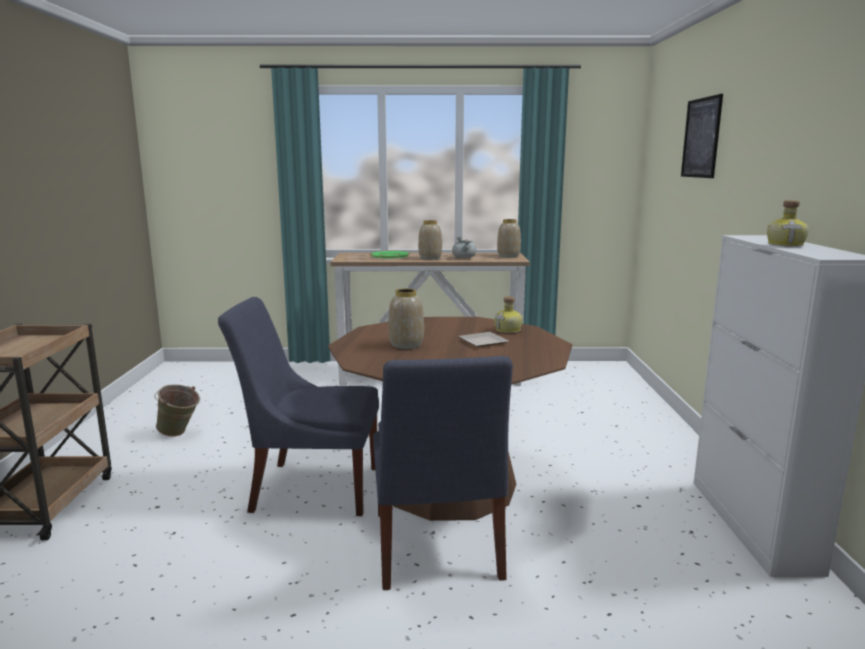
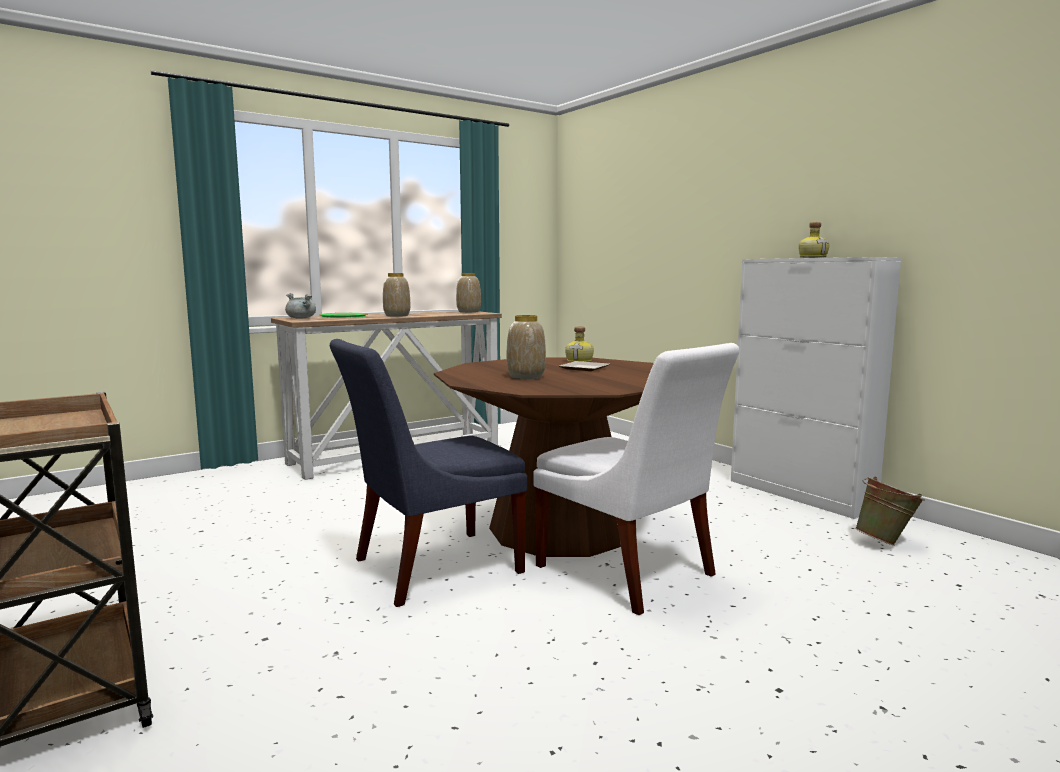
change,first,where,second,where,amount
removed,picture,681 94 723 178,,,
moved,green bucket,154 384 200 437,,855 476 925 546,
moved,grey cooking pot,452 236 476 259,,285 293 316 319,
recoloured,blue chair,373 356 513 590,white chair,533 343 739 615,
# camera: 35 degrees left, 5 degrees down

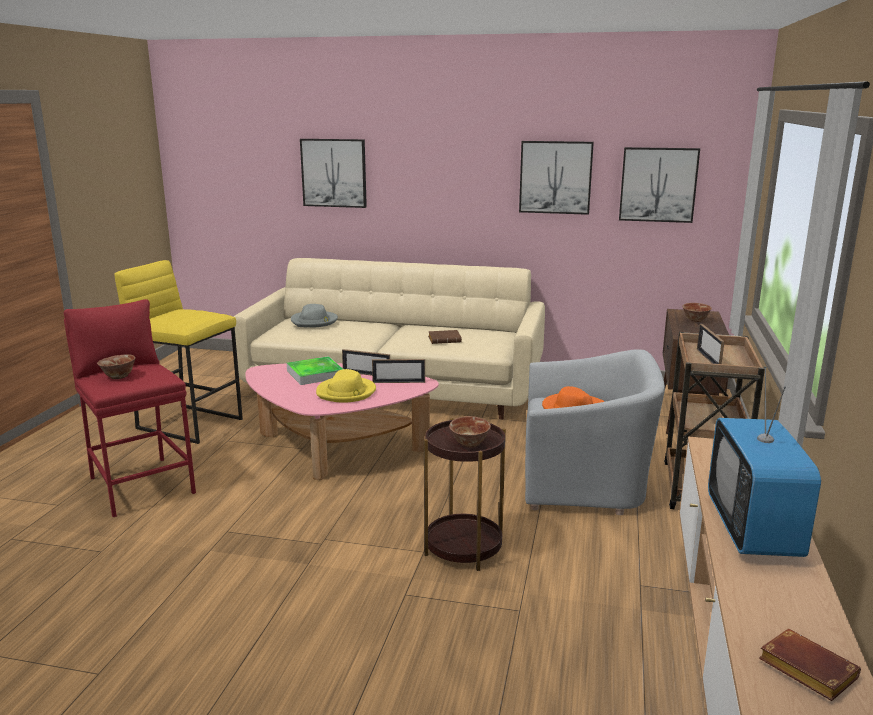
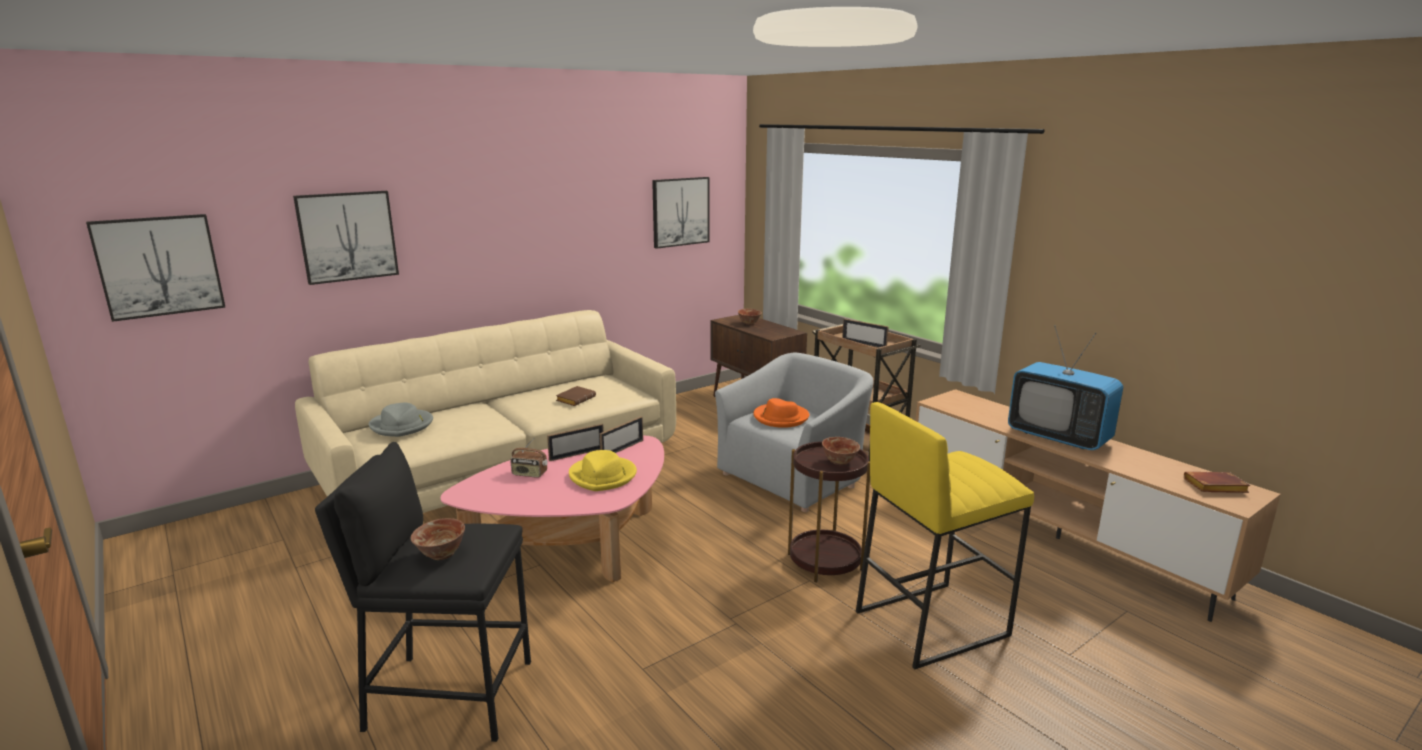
change,first,where,second,where,amount
moved,yellow stool,114 260 243 444,,856 402 1034 669,
moved,picture,519 141 594 215,,86 214 226 322,
replaced,tray,287 356 343 385,radio,510 437 548 478,
recoloured,red stool,64 299 196 517,black stool,315 442 531 742,
# camera: 50 degrees left, 0 degrees up

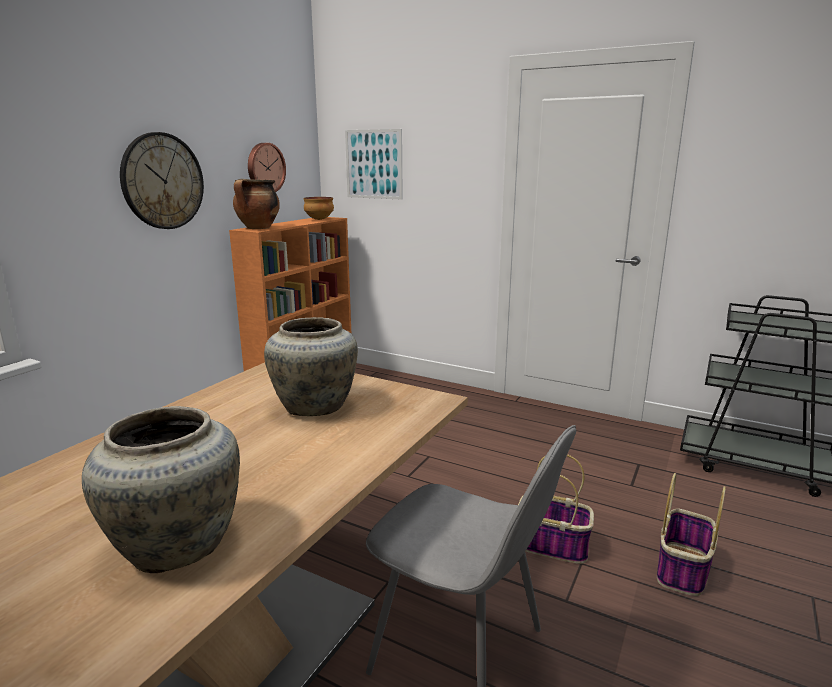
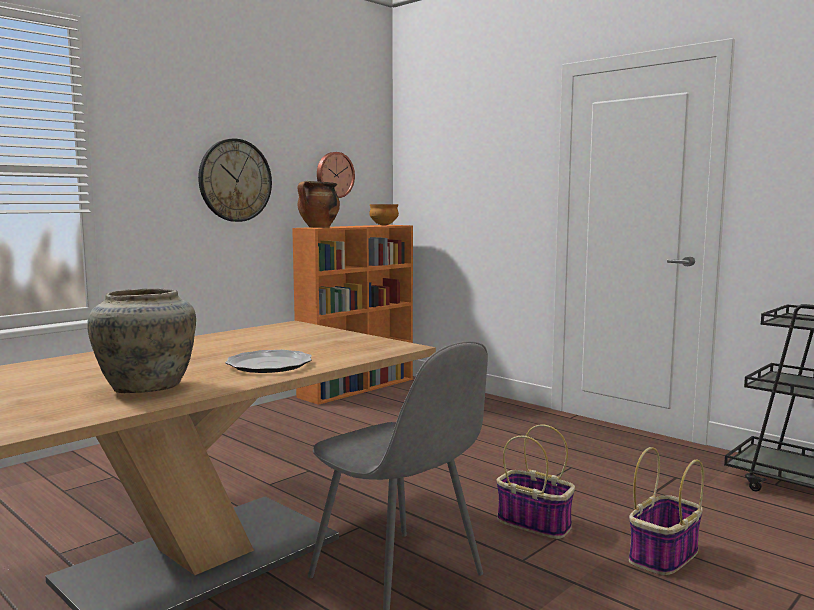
change,first,where,second,where,amount
removed,beige vase,264 317 358 416,,,
removed,picture,345 129 403 200,,,
added,,,plate,225 350 312 373,
# camera: 15 degrees right, 10 degrees down

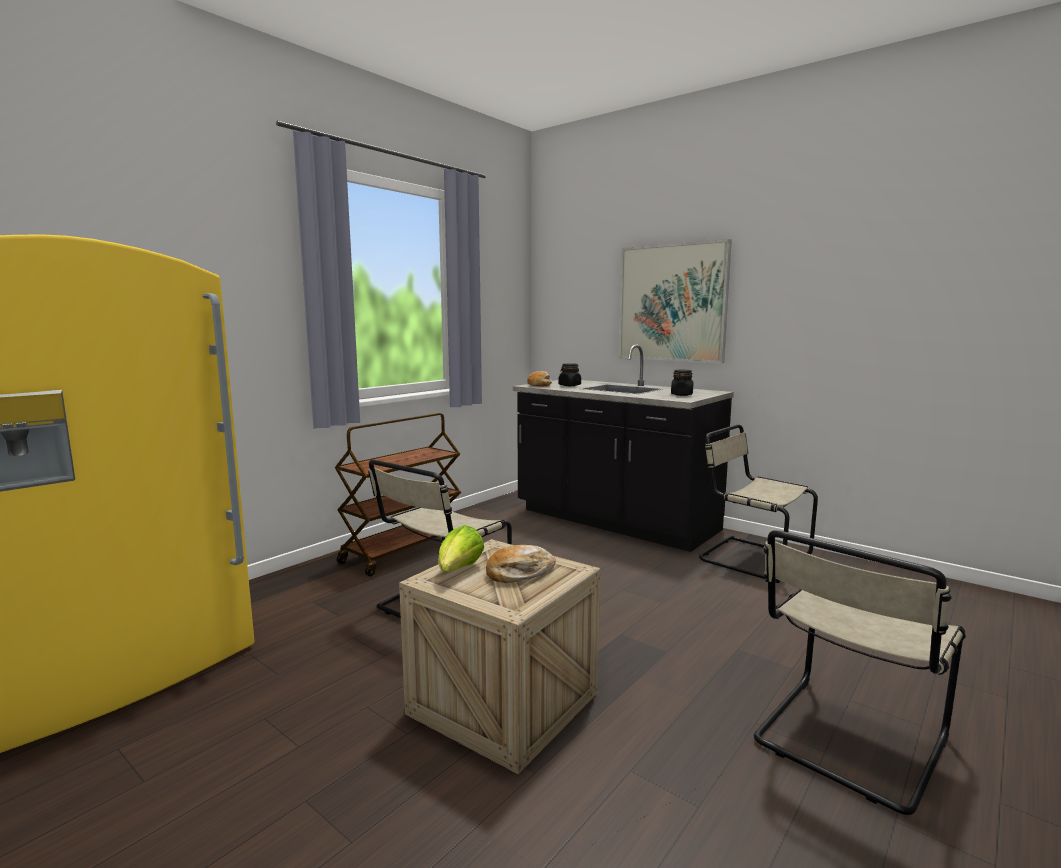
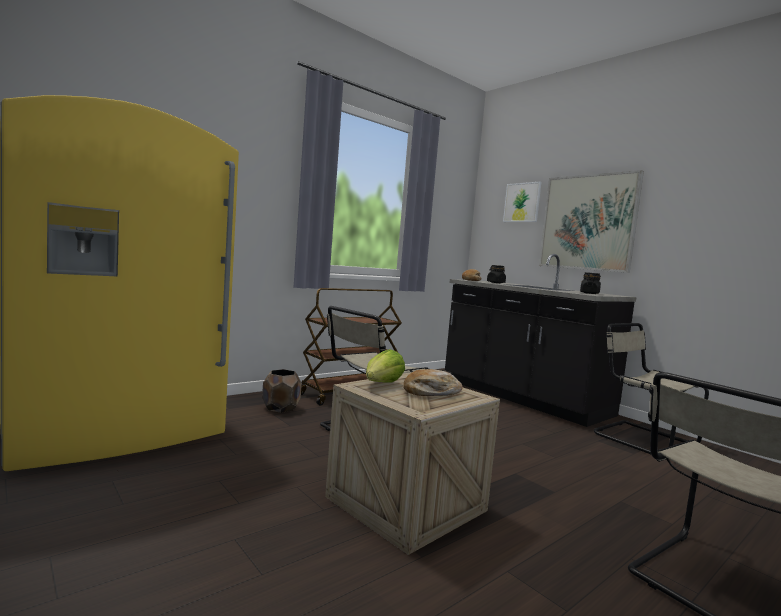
change,first,where,second,where,amount
added,,,brown planter,262 369 302 413,
added,,,picture,503 182 541 222,
# camera: 10 degrees right, 5 degrees down

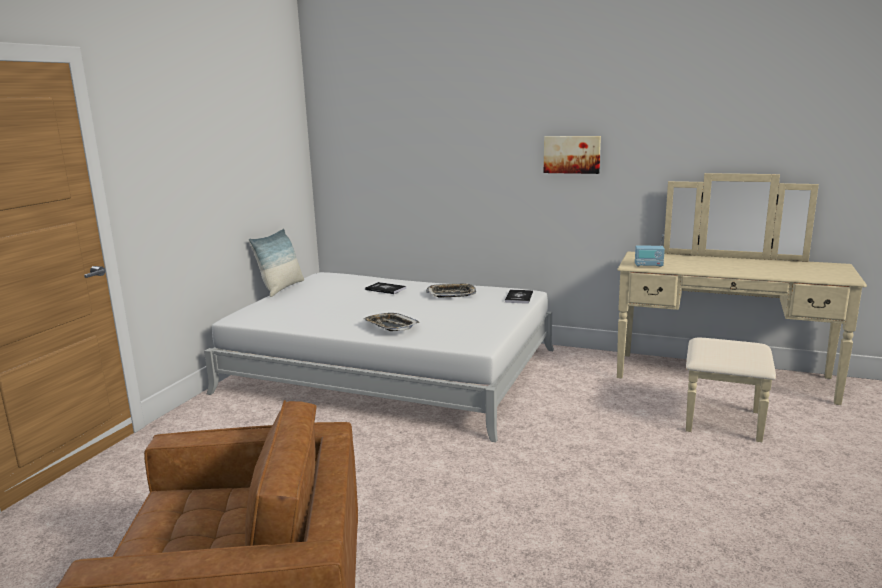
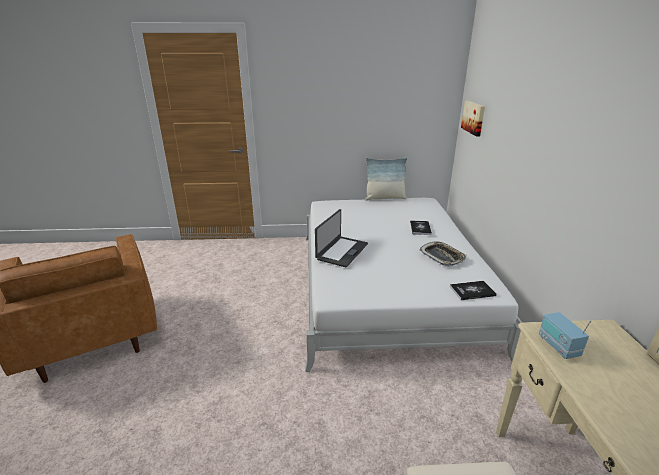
change,first,where,second,where,amount
moved,picture,544 136 601 174,,461 101 485 137,
replaced,tray,364 313 420 331,laptop,315 209 368 267,
# camera: 65 degrees right, 10 degrees up

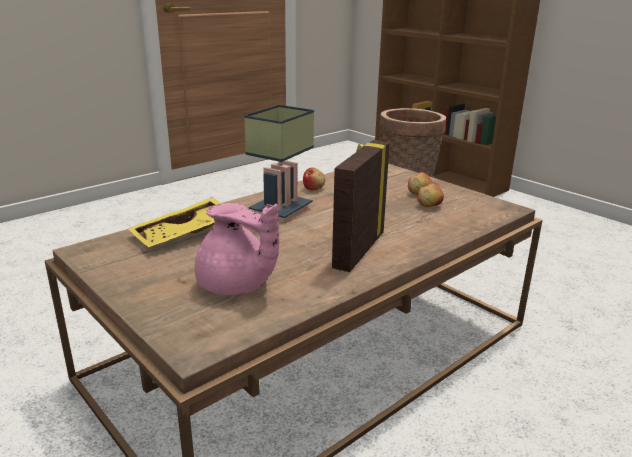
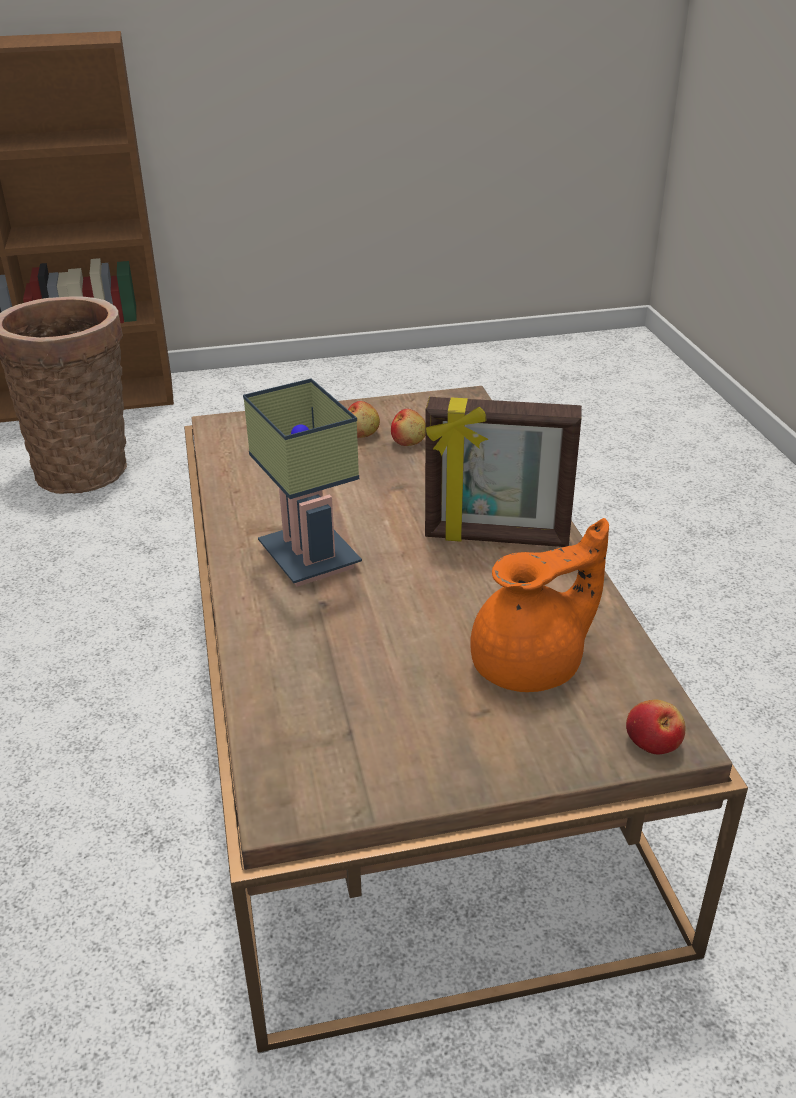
change,first,where,second,where,amount
removed,yellow tray,128 197 222 247,,,
moved,apple,303 167 325 190,,626 700 685 754,
recoloured,pink teapot,195 203 279 295,orange teapot,470 518 609 692,
turned,picture frame,332 140 390 272,,425 397 582 547,45 degrees counterclockwise
# camera: 60 degrees left, 10 degrees up

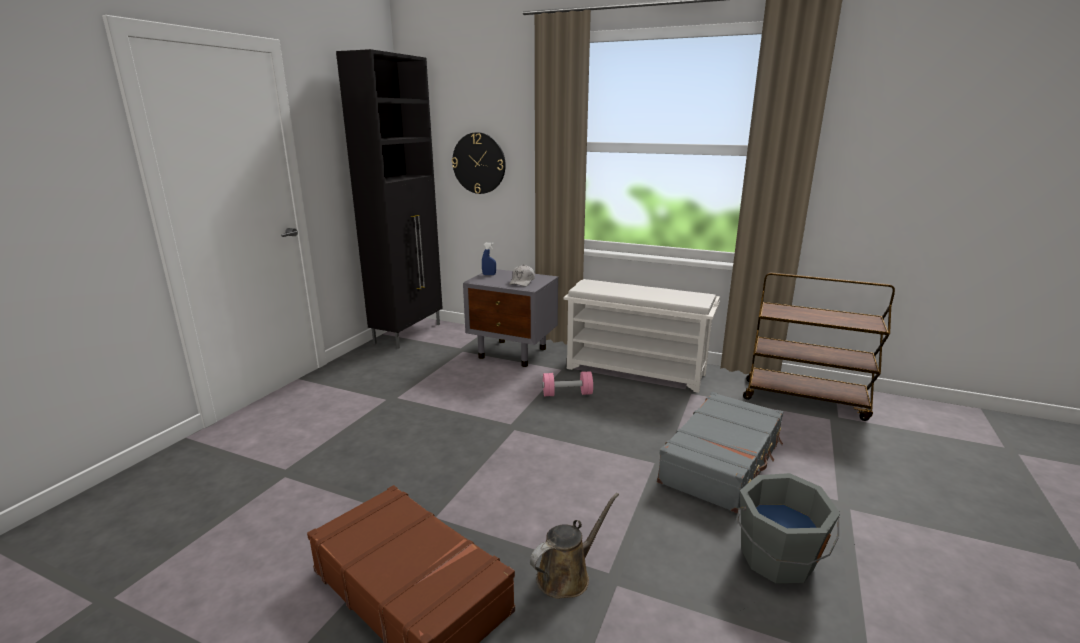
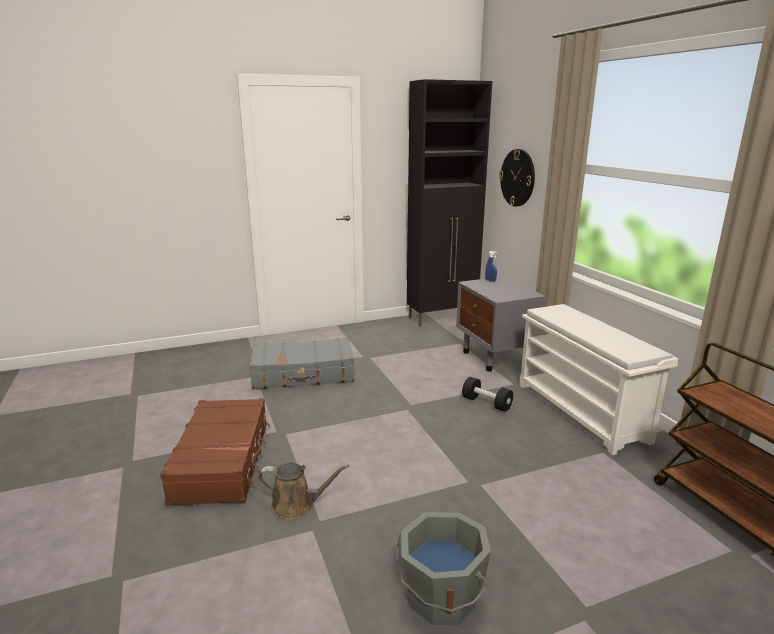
change,first,where,second,where,amount
removed,white cap,509 265 535 286,,,
moved,grey suitcase,657 392 783 513,,250 338 355 390,
recoloured,pink dumbbell,543 371 593 396,black dumbbell,462 377 513 412,
# camera: 45 degrees right, 0 degrees up

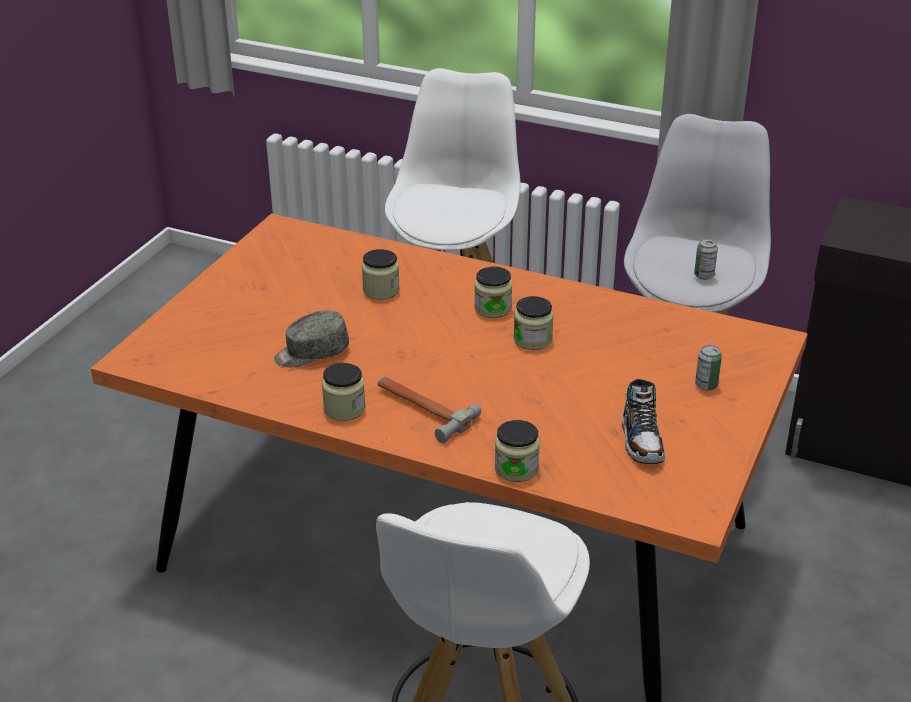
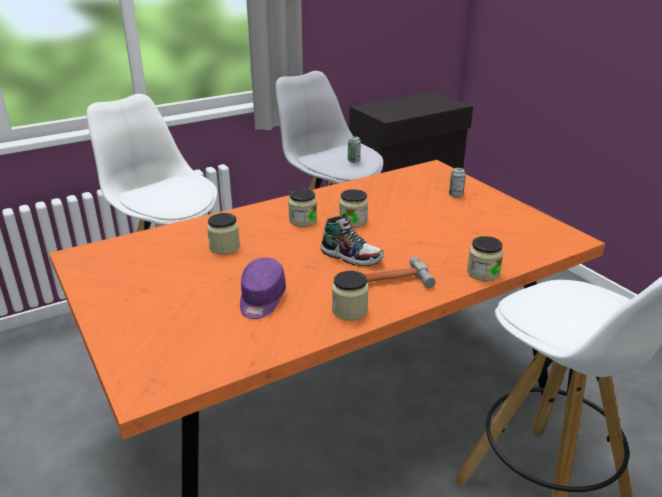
change,first,where,second,where,amount
moved,shoe,622 379 665 464,,321 214 384 266,
recoloured,grey cap,274 310 349 367,purple cap,240 258 286 319,
# camera: 55 degrees left, 5 degrees down

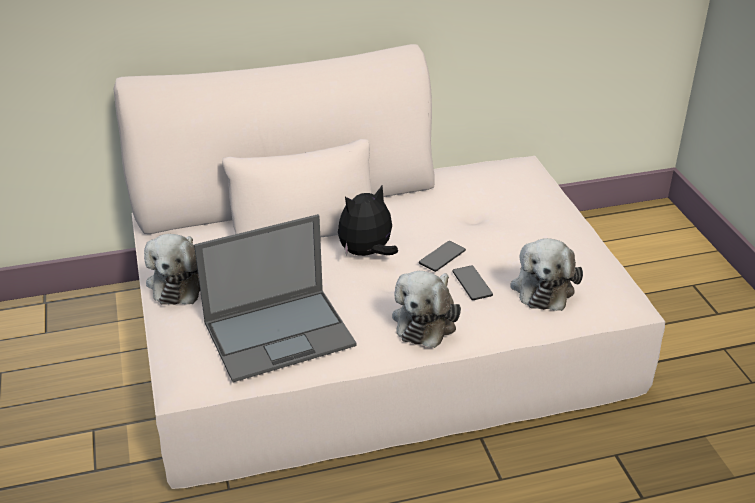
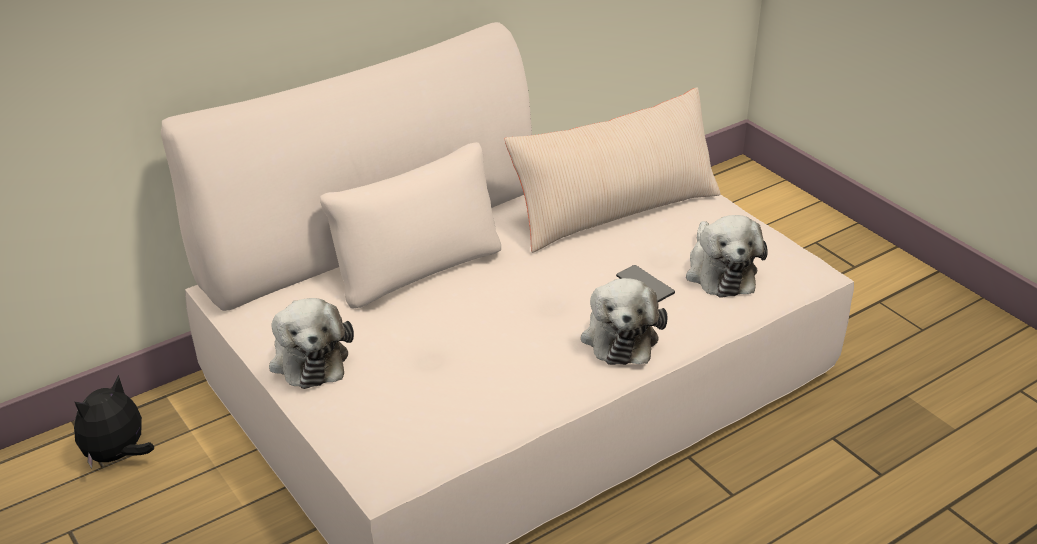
change,first,where,second,where,amount
removed,laptop,194 214 357 382,,,
removed,phone,419 241 466 272,,,
added,,,beige pillow,504 87 720 253,
moved,plush toy,338 186 398 256,,74 375 154 469,
# camera: 20 degrees left, 0 degrees up

